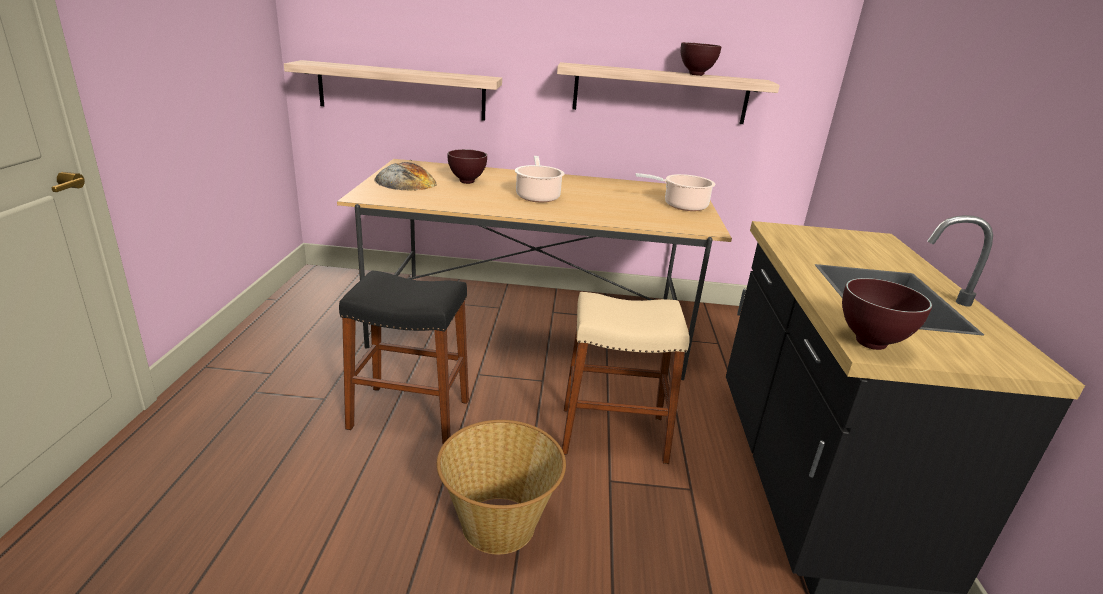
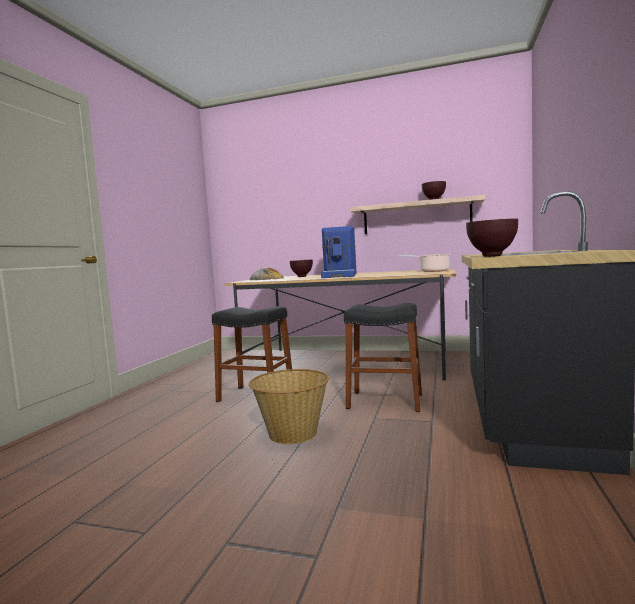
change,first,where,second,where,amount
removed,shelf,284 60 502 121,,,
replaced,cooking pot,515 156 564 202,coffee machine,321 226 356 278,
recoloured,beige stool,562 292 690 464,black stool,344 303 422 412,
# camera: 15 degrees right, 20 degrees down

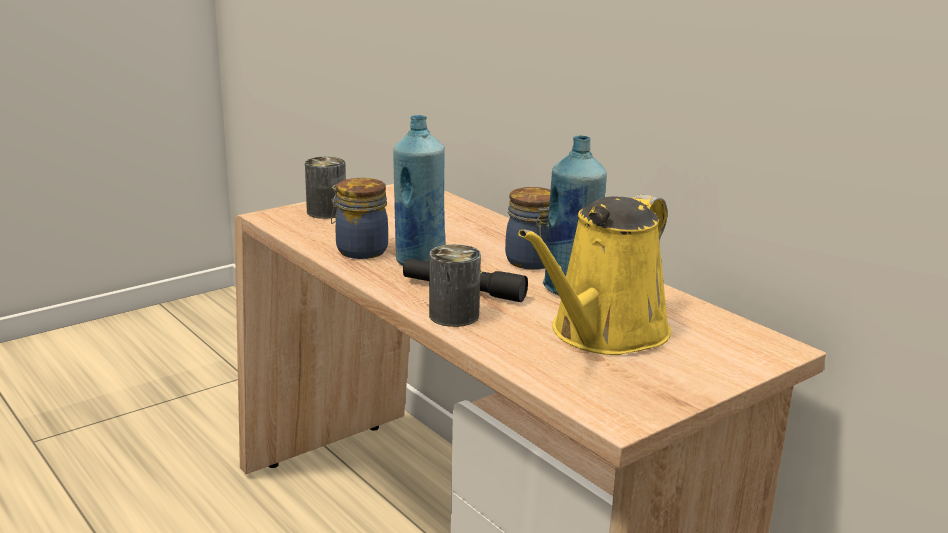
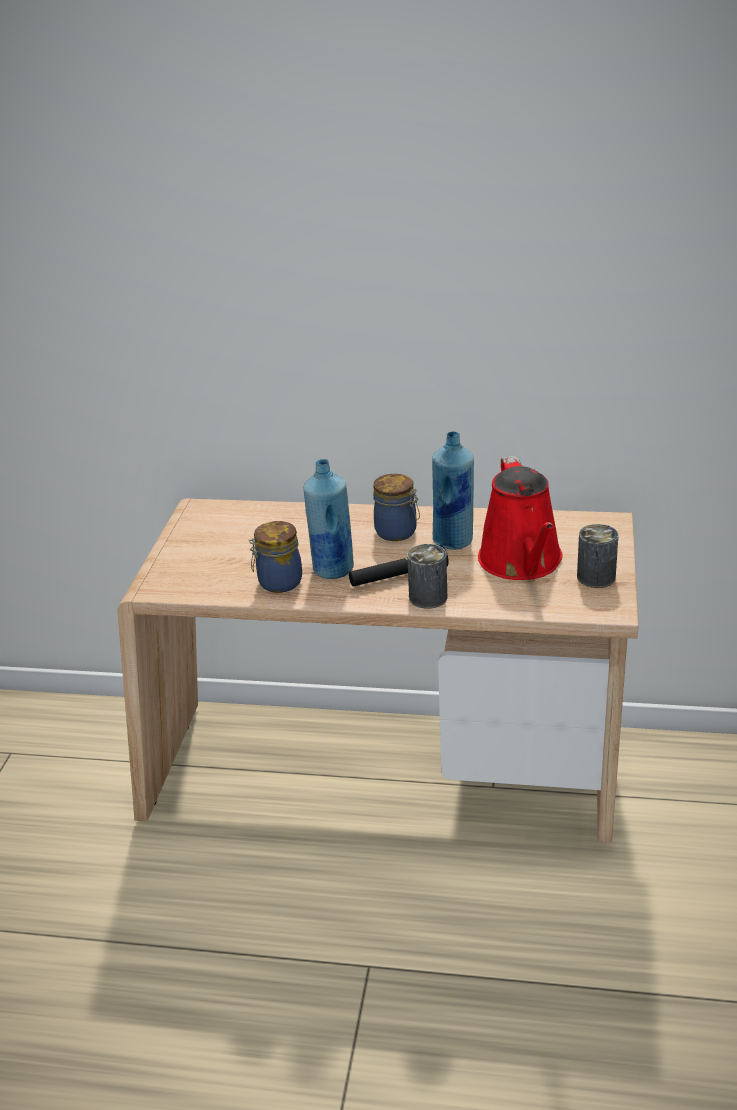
change,first,where,second,where,amount
moved,can,305 156 346 219,,577 524 619 588,
recoloured,yellow watering can,518 194 671 355,red watering can,478 456 563 580,
# camera: 40 degrees left, 10 degrees up

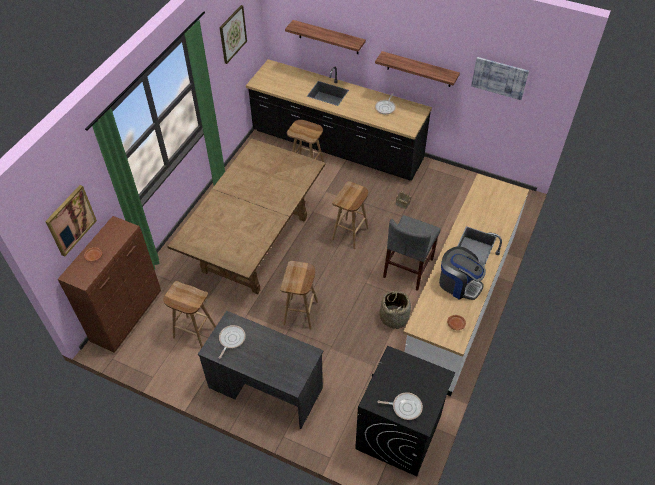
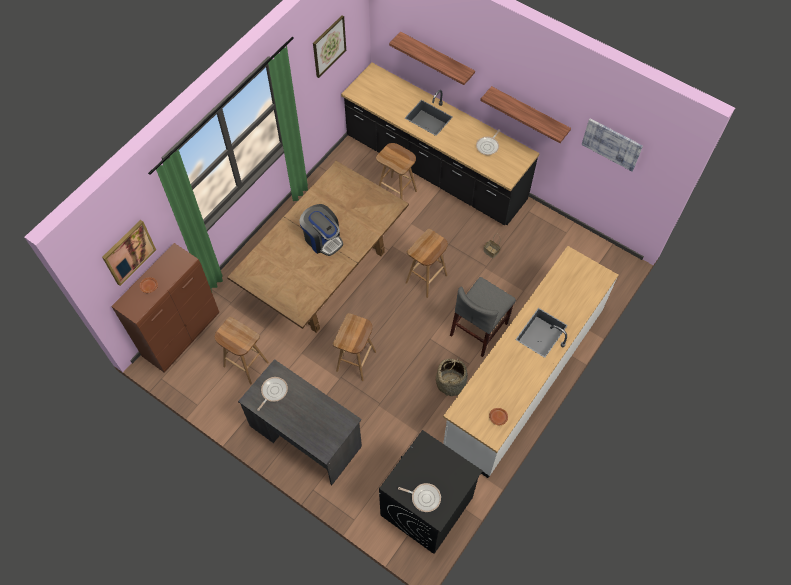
change,first,where,second,where,amount
moved,coffee machine,439 246 486 300,,299 204 343 256,
# camera: 10 degrees right, 10 degrees up

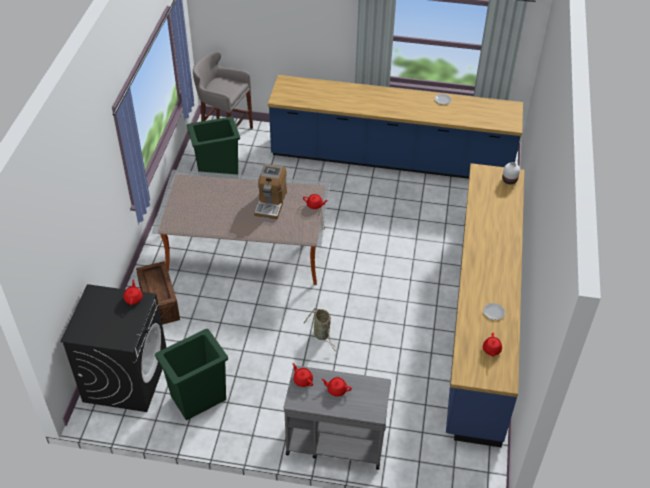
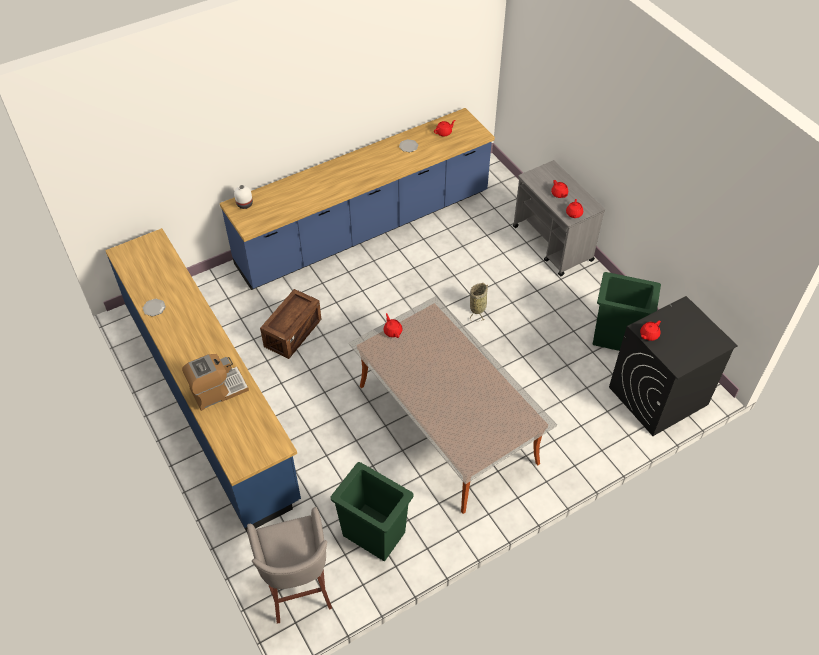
change,first,where,second,where,amount
moved,crate,136 261 180 325,,260 289 322 359,
moved,coffee machine,254 164 287 219,,182 354 249 411,
# camera: 130 degrees left, 5 degrees up

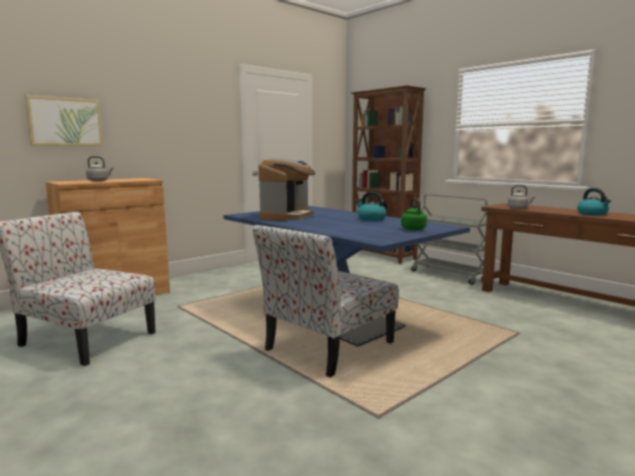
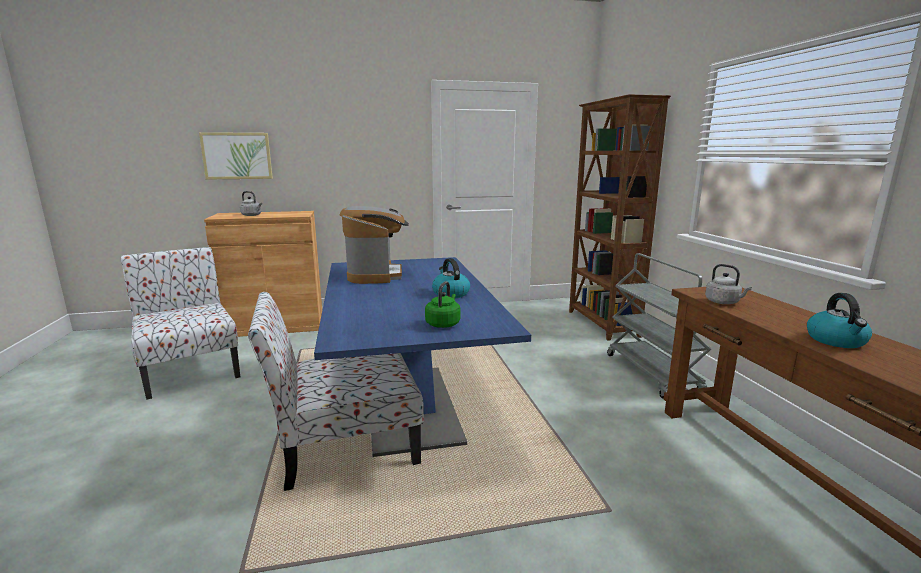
change,first,where,second,where,amount
turned,coffee machine,258 158 315 221,,340 206 409 284,60 degrees counterclockwise
# camera: 30 degrees right, 5 degrees up

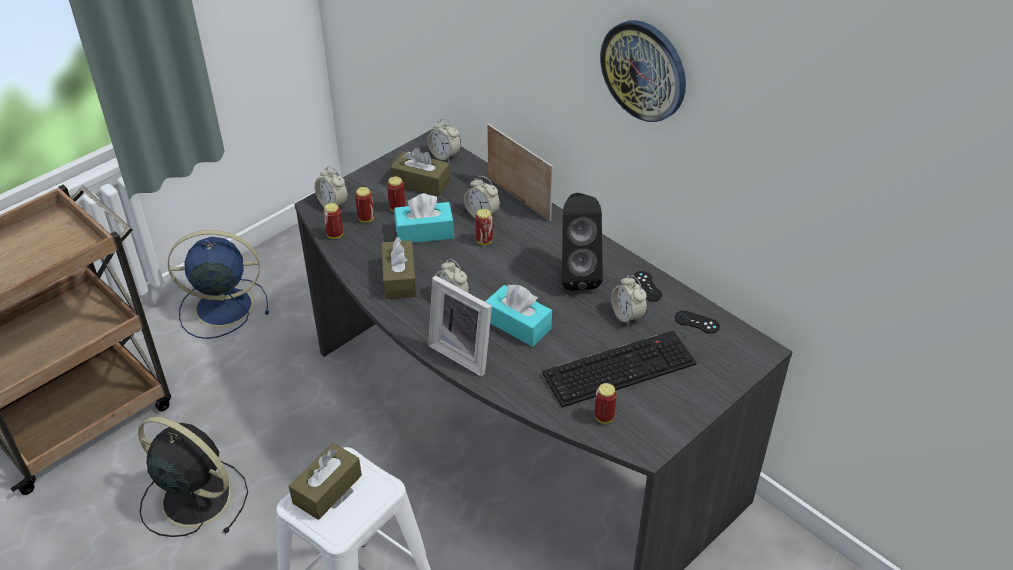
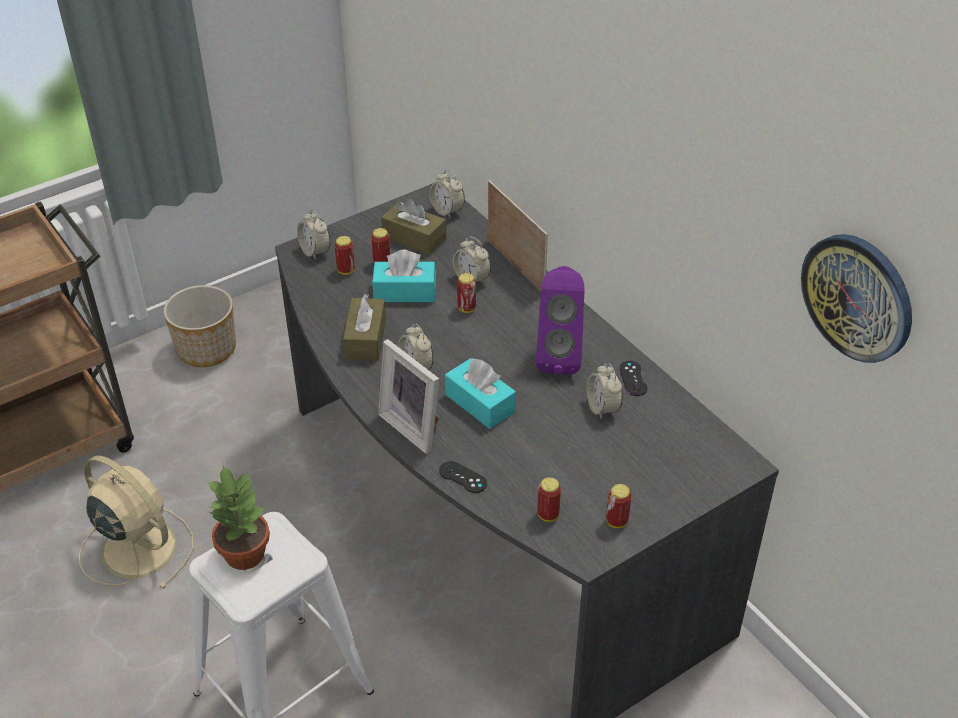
change,first,where,second,where,amount
removed,keyboard,542 330 696 408,,,
moved,can,323 203 343 239,,606 484 631 528,
moved,wall clock,600 20 686 122,,801 234 912 363,
moved,black game controller,675 310 720 334,,439 461 487 493,
replaced,blue fan,168 230 269 339,planter,163 285 236 367,
replaced,brown tissue box,289 443 362 520,potted plant,207 466 270 570,
recoloured,black fan,138 416 248 537,beige fan,79 455 193 590,
recoloured,black speaker,562 193 603 291,purple speaker,536 266 584 375,
# camera: 10 degrees right, 0 degrees up

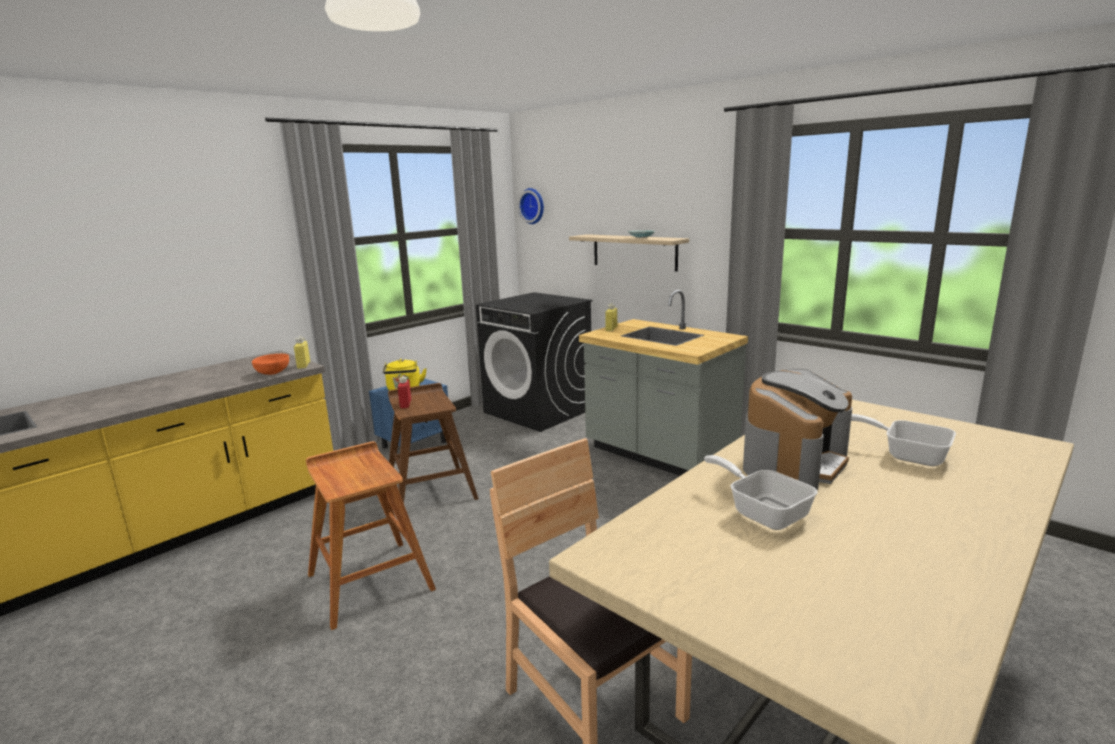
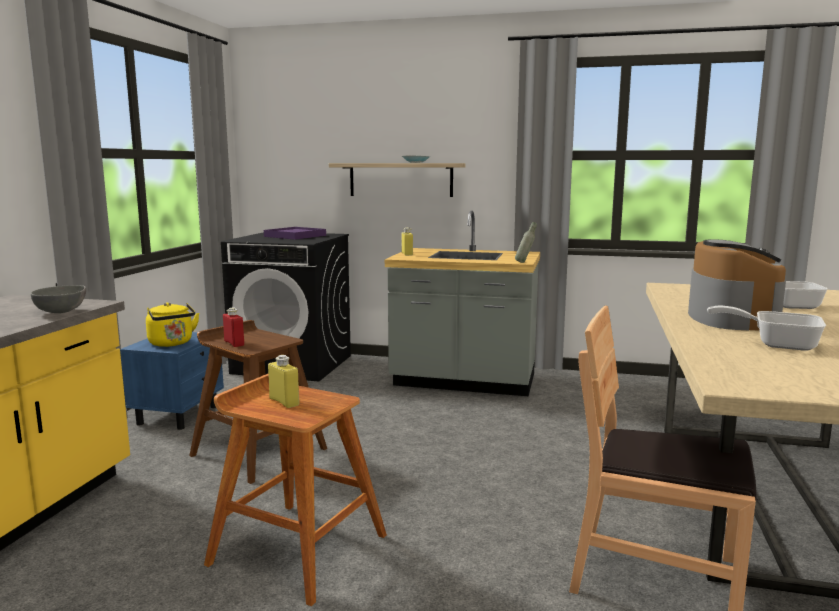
change,first,where,second,where,amount
removed,wall clock,518 188 544 224,,,
added,,,purple tray,264 227 326 240,
added,,,grey bottle,515 222 537 263,
moved,yellow bottle,294 337 310 369,,268 355 299 408,
recoloured,orange bowl,252 354 289 375,grey bowl,31 285 86 313,
# camera: 30 degrees left, 5 degrees down

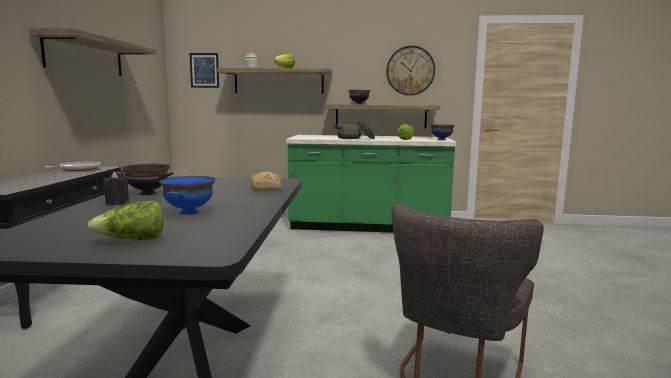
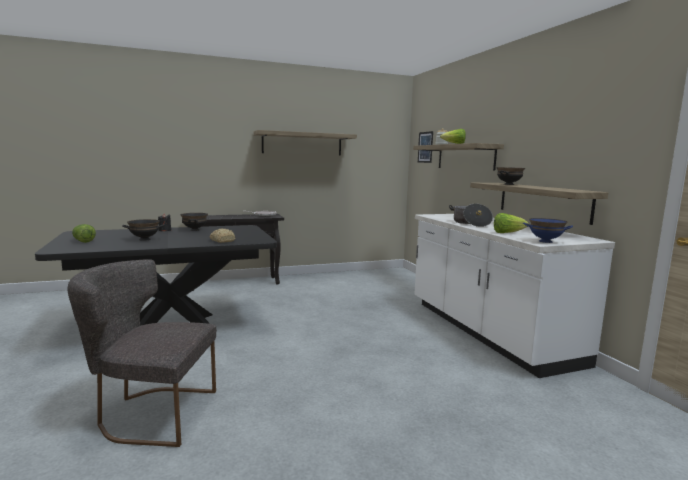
change,first,where,second,where,amount
removed,wall clock,386 46 435 96,,,
recoloured,blue bowl,159 176 215 215,black bowl,122 219 165 241,
recoloured,green counter,286 135 457 233,white counter,415 214 615 378,
# camera: 65 degrees right, 0 degrees up

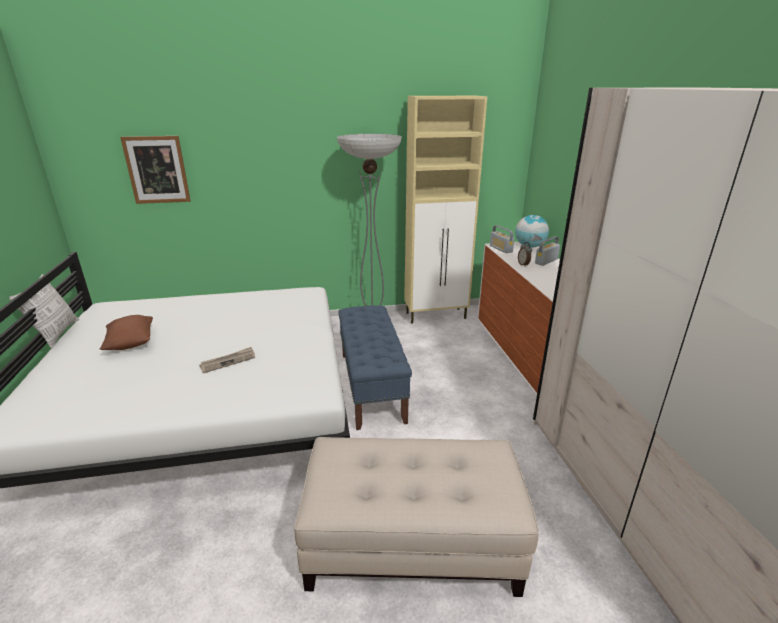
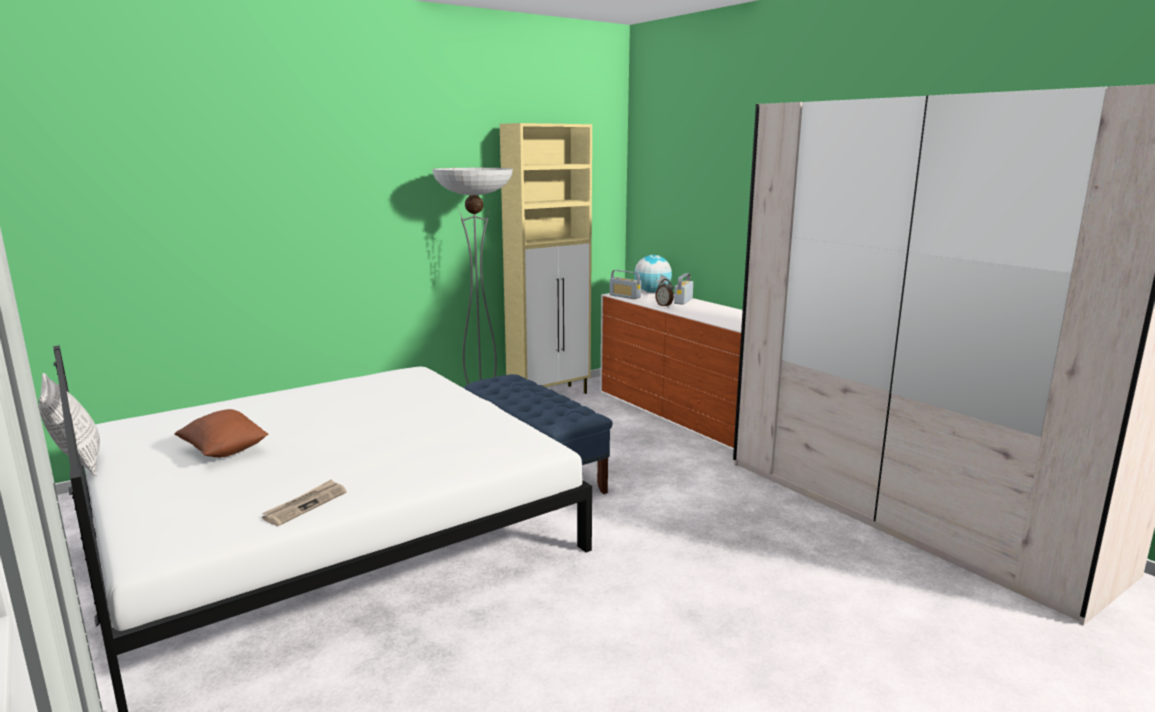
change,first,where,second,where,amount
removed,picture,120 136 191 204,,,
removed,beige ottoman,294 437 539 597,,,
moved,newspaper,199 347 255 373,,262 479 347 526,
# camera: 25 degrees left, 10 degrees down

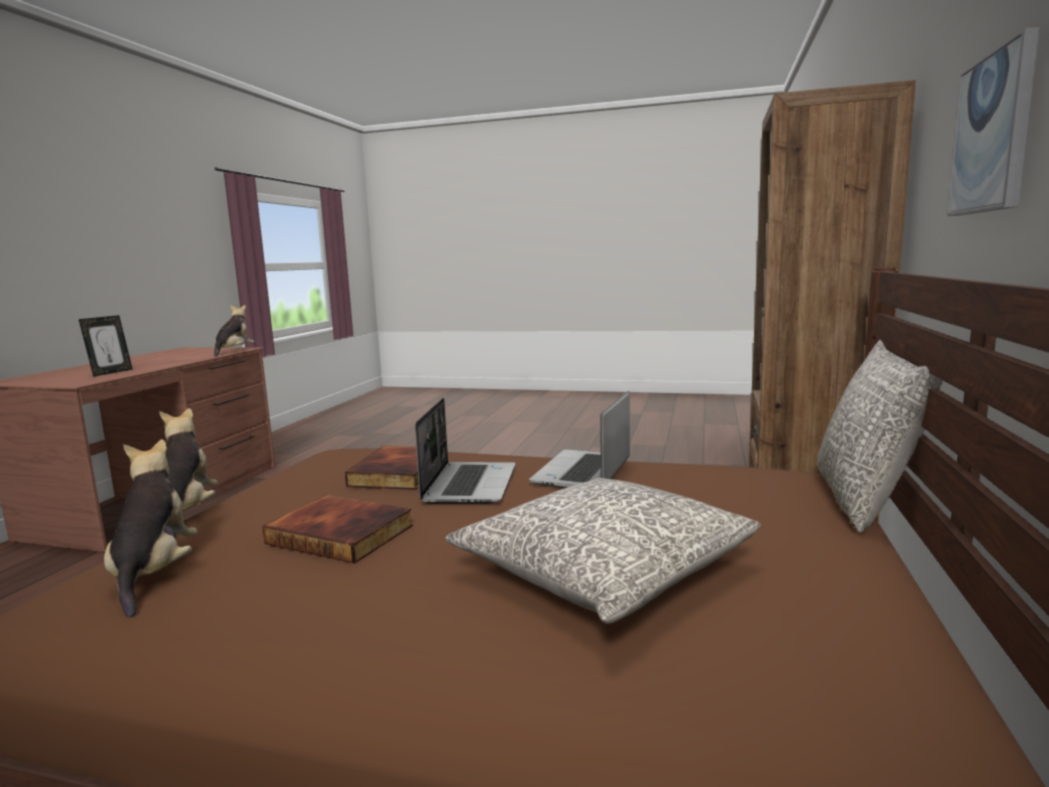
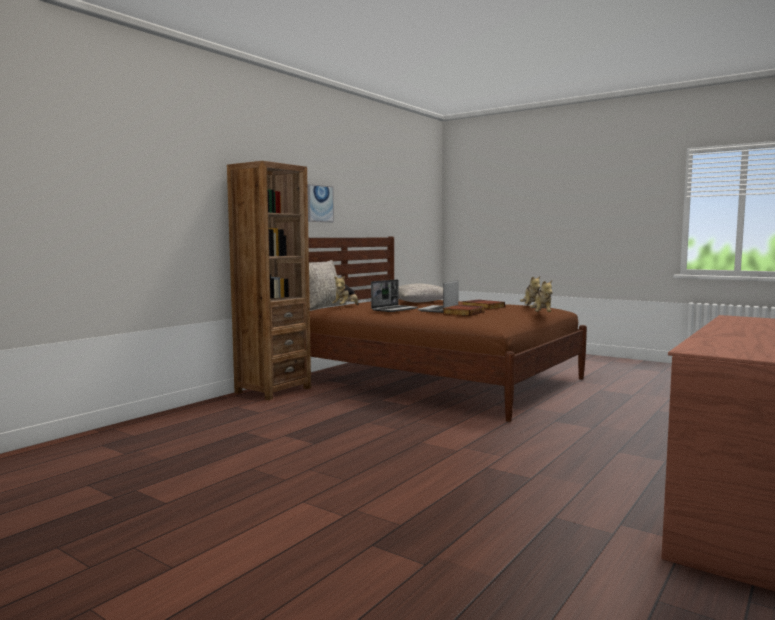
change,first,where,second,where,amount
removed,picture frame,79 315 133 377,,,
moved,plush toy,214 305 254 357,,332 275 358 305,
# camera: 160 degrees left, 5 degrees down

